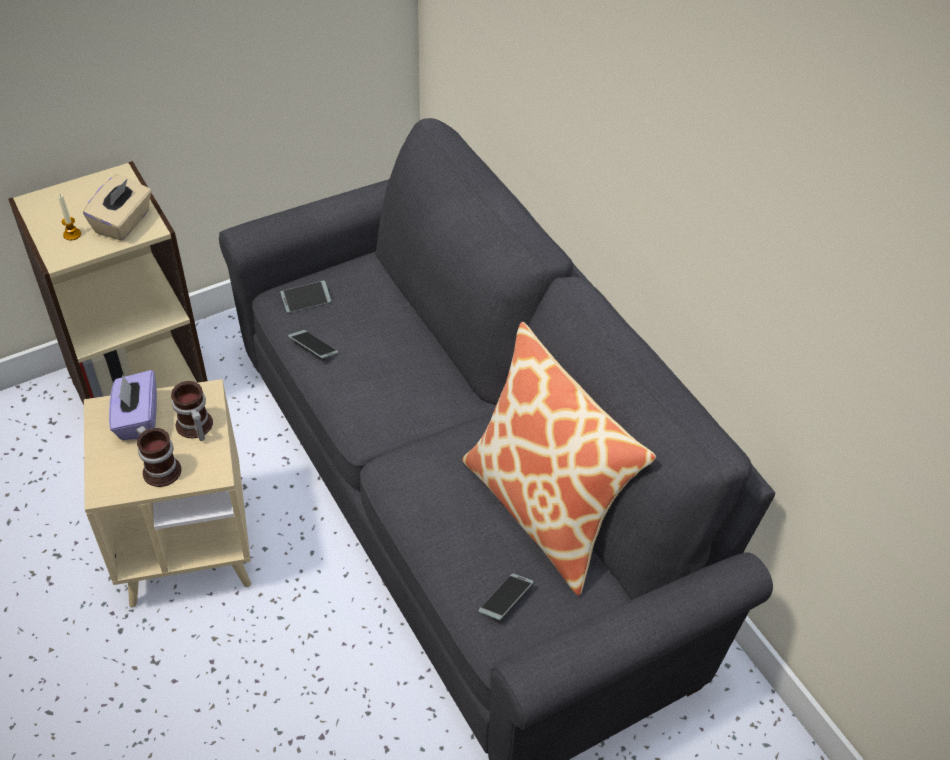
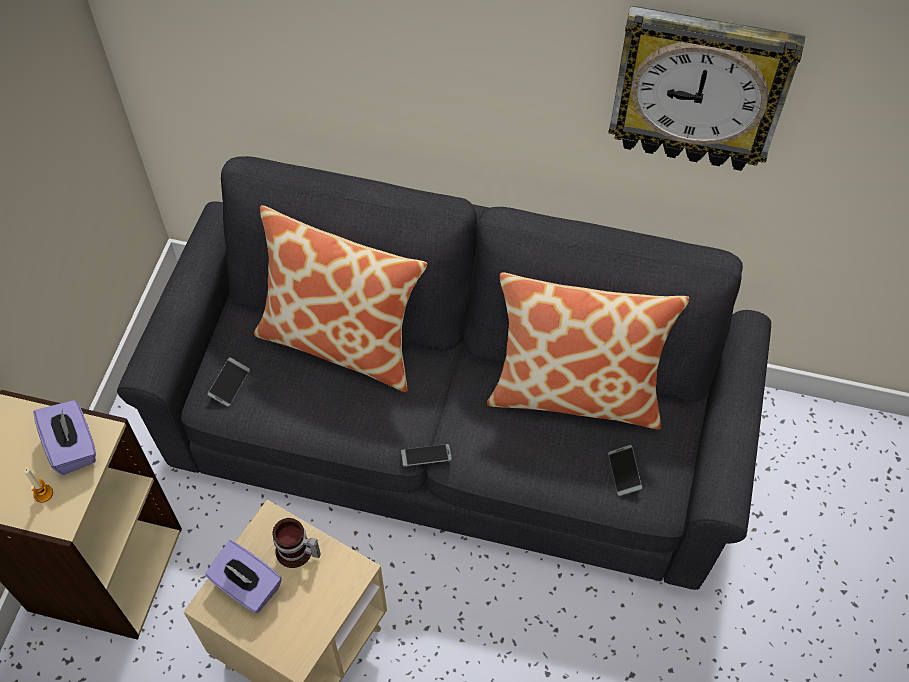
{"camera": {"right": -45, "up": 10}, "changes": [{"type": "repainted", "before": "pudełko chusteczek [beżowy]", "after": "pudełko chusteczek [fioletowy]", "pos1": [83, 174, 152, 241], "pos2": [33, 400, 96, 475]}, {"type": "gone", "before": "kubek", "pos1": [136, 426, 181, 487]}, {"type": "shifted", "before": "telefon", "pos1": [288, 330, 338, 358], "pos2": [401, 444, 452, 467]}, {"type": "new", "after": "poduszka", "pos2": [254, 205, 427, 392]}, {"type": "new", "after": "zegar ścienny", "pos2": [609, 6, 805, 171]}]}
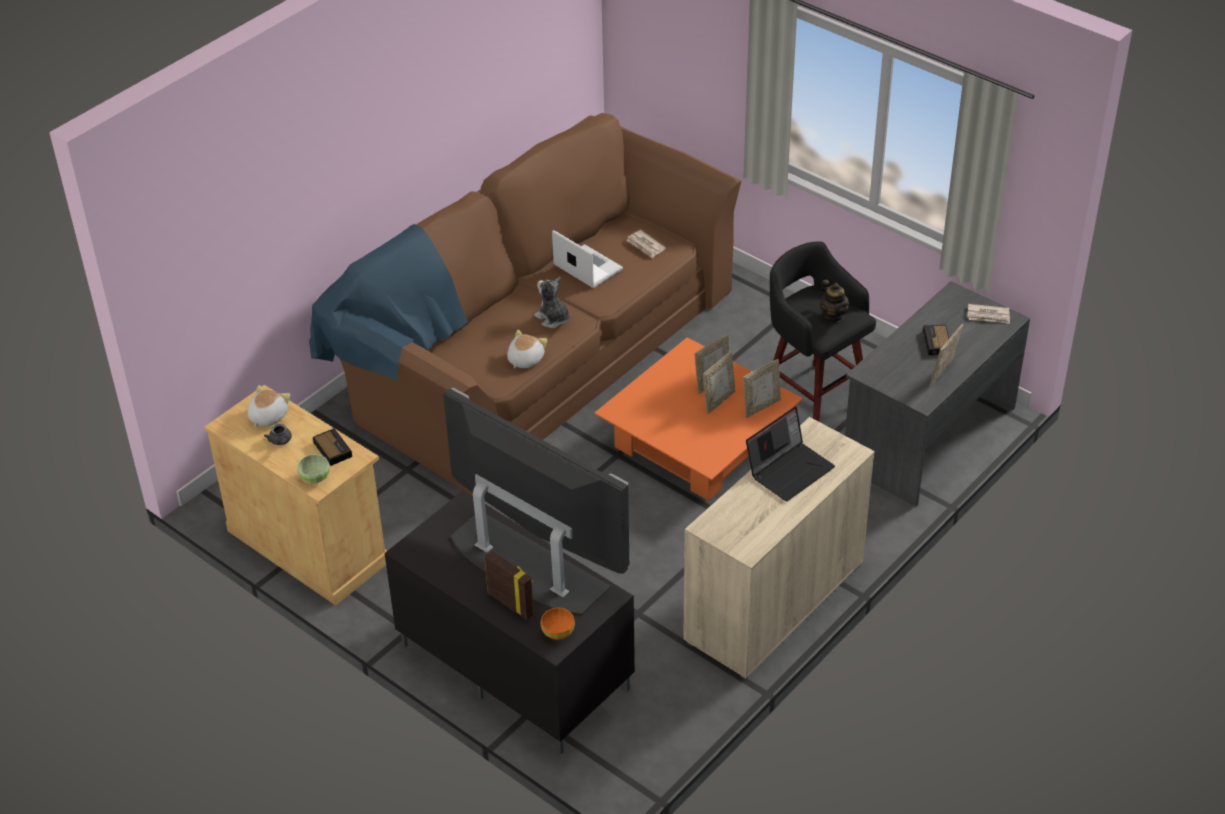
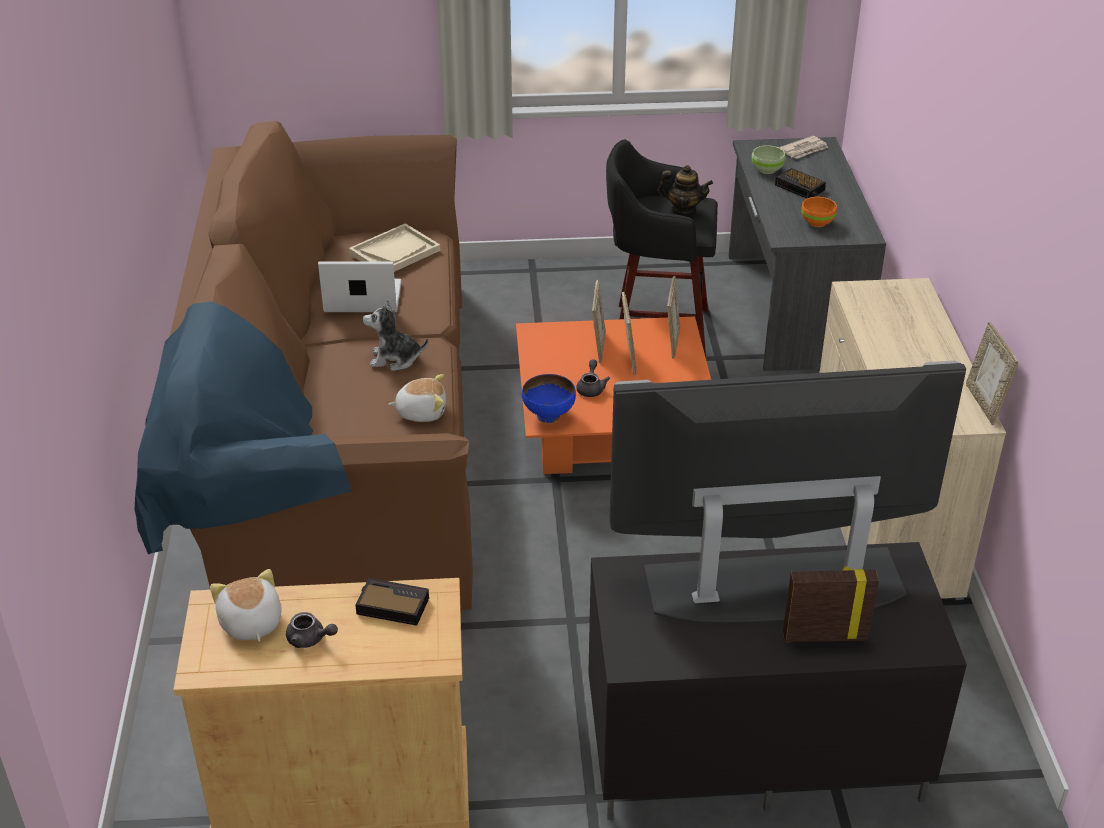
{"camera": {"right": -45, "up": -5}, "changes": [{"type": "shifted", "before": "miska [zielony]", "pos1": [297, 454, 330, 484], "pos2": [751, 145, 785, 174]}, {"type": "rotated", "before": "pluszak", "pos1": [507, 330, 548, 368], "pos2": [388, 374, 446, 422], "turn": 105}, {"type": "shifted", "before": "miska [pomarańczowy]", "pos1": [540, 607, 575, 640], "pos2": [801, 197, 837, 227]}, {"type": "swapped", "before": "gazeta", "after": "taca [beżowy]", "pos1": [626, 230, 666, 259], "pos2": [349, 223, 440, 272]}, {"type": "gone", "before": "laptop", "pos1": [746, 407, 835, 501]}, {"type": "shifted", "before": "ramka na zdjęcie", "pos1": [929, 324, 964, 387], "pos2": [966, 322, 1019, 425]}, {"type": "new", "after": "miska [niebieski]", "pos2": [522, 374, 576, 423]}, {"type": "new", "after": "imbryk [szary]", "pos2": [576, 359, 610, 397]}]}
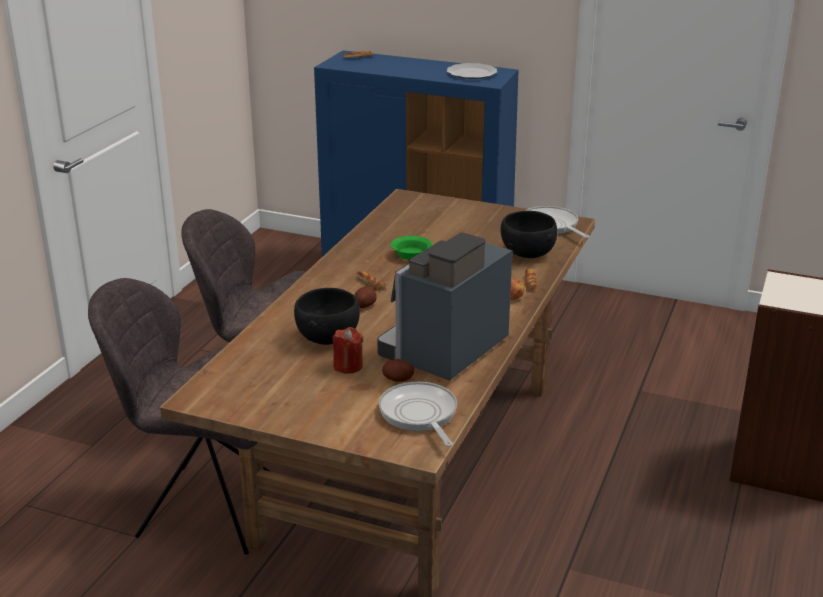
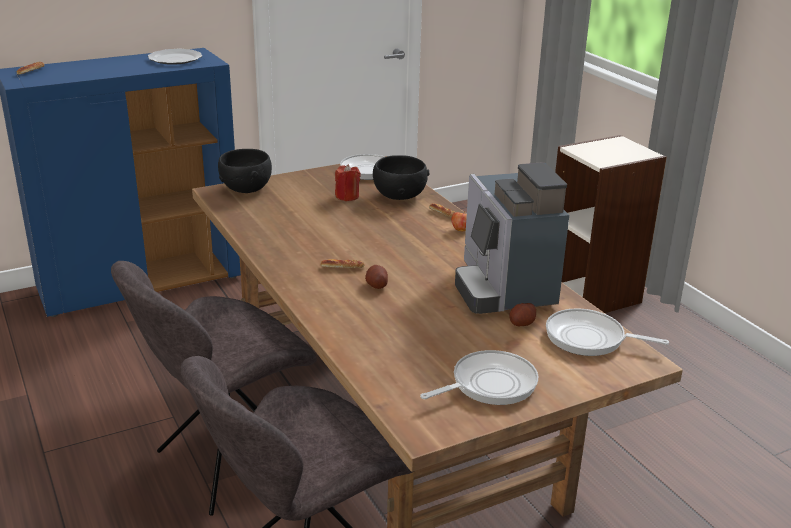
{"camera": {"right": -50, "up": 0}, "changes": [{"type": "shifted", "before": "miska [czarny]", "pos1": [294, 288, 360, 345], "pos2": [218, 149, 272, 193]}, {"type": "shifted", "before": "świeca [czerwony]", "pos1": [332, 327, 363, 373], "pos2": [335, 164, 361, 201]}, {"type": "gone", "before": "miska [zielony]", "pos1": [391, 236, 432, 260]}, {"type": "new", "after": "patelnia", "pos2": [420, 350, 538, 405]}]}
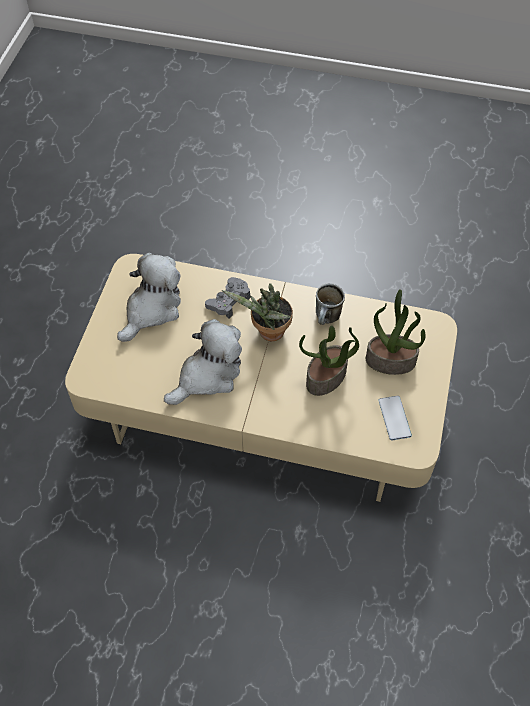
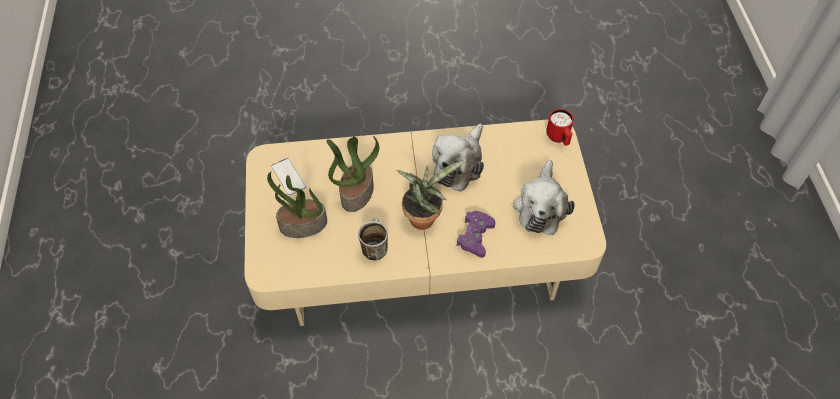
{"camera": {"right": 160, "up": 0}, "changes": [{"type": "repainted", "before": "pad do gier [szary]", "after": "pad do gier [fioletowy]", "pos1": [205, 277, 250, 319], "pos2": [457, 211, 496, 258]}, {"type": "new", "after": "kubek [czerwony]", "pos2": [546, 109, 574, 146]}]}
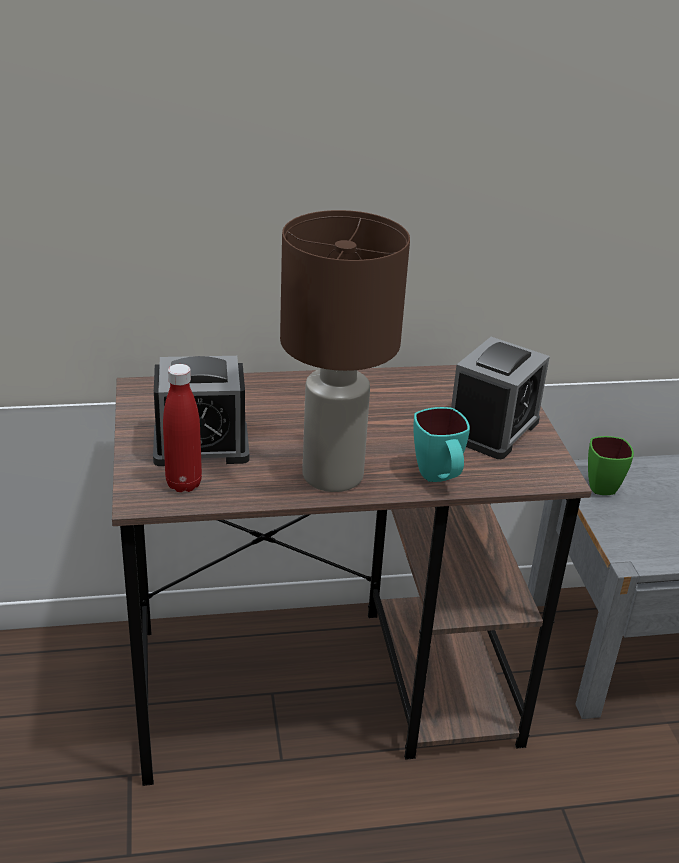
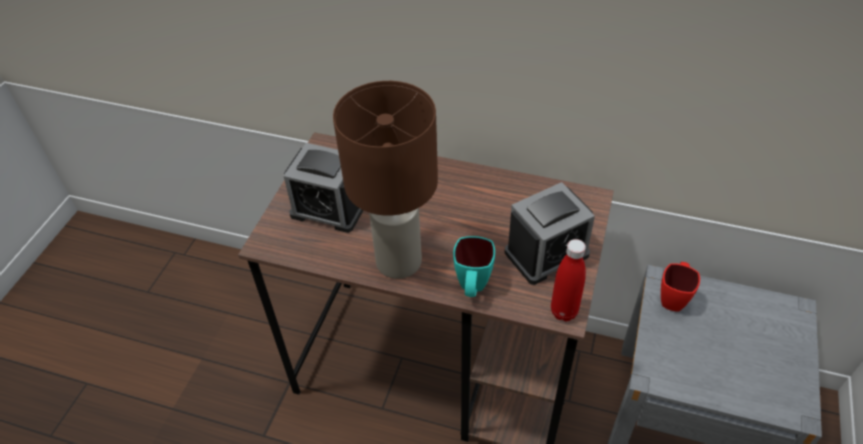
{"camera": {"right": 30, "up": 15}, "changes": [{"type": "shifted", "before": "butelka [czerwony]", "pos1": [163, 364, 202, 492], "pos2": [551, 239, 586, 321]}, {"type": "repainted", "before": "kubek [zielony]", "after": "kubek [czerwony]", "pos1": [588, 436, 634, 495], "pos2": [661, 262, 700, 311]}]}
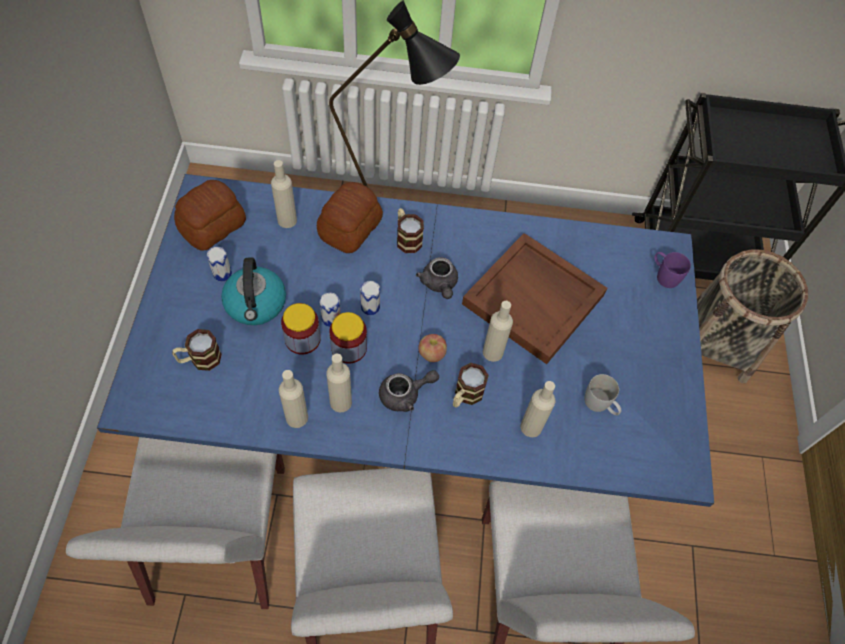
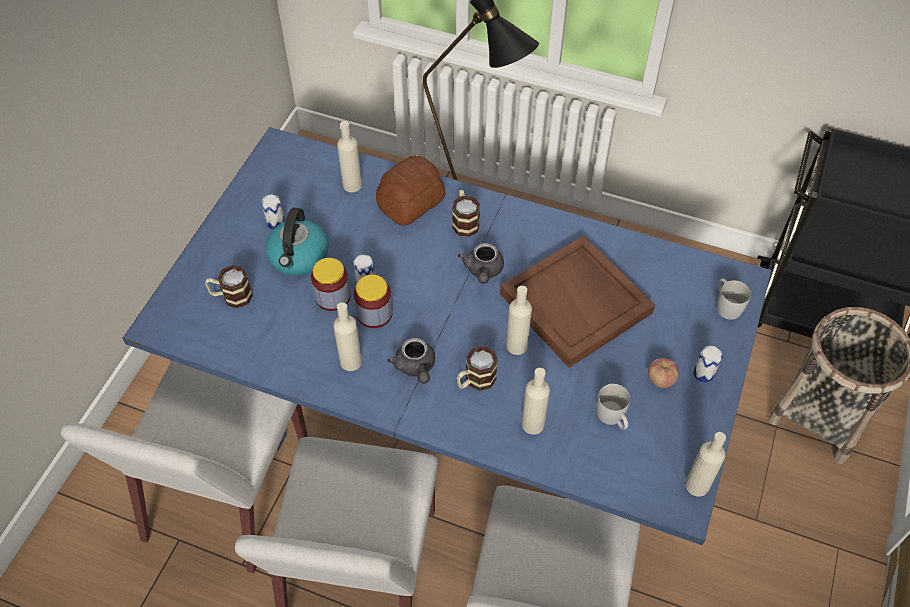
{"camera": {"right": 20, "up": -5}, "changes": [{"type": "gone", "before": "chleb", "pos1": [174, 180, 246, 251]}, {"type": "shifted", "before": "butelka [beżowy]", "pos1": [279, 370, 308, 428], "pos2": [685, 432, 726, 497]}, {"type": "shifted", "before": "puszka", "pos1": [360, 281, 380, 315], "pos2": [693, 345, 722, 383]}, {"type": "rotated", "before": "imbryk [szary]", "pos1": [379, 370, 439, 412], "pos2": [388, 338, 435, 384], "turn": 75}, {"type": "shifted", "before": "jabłko", "pos1": [418, 334, 447, 362], "pos2": [648, 358, 679, 388]}, {"type": "repainted", "before": "kubek [fioletowy]", "after": "kubek [biały]", "pos1": [654, 252, 691, 288], "pos2": [717, 279, 751, 320]}]}
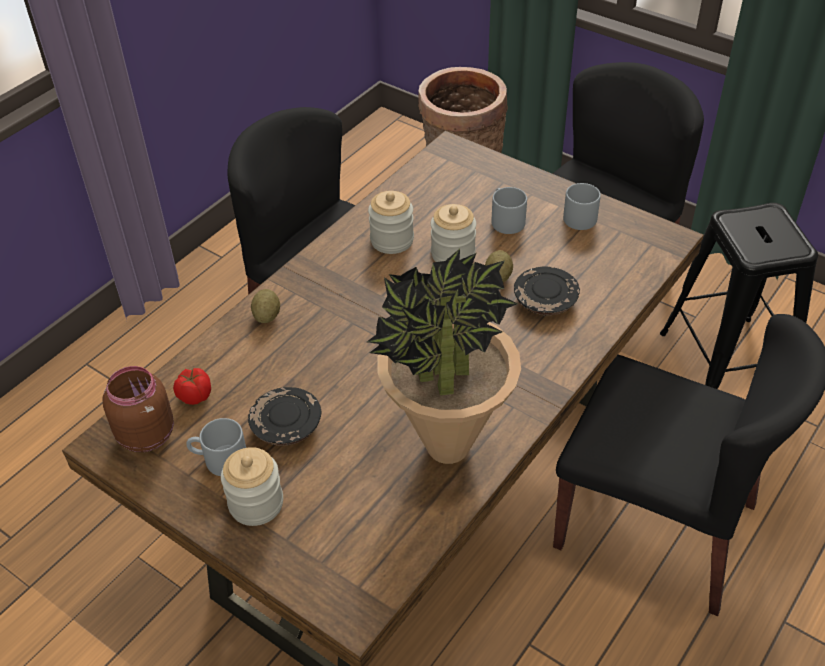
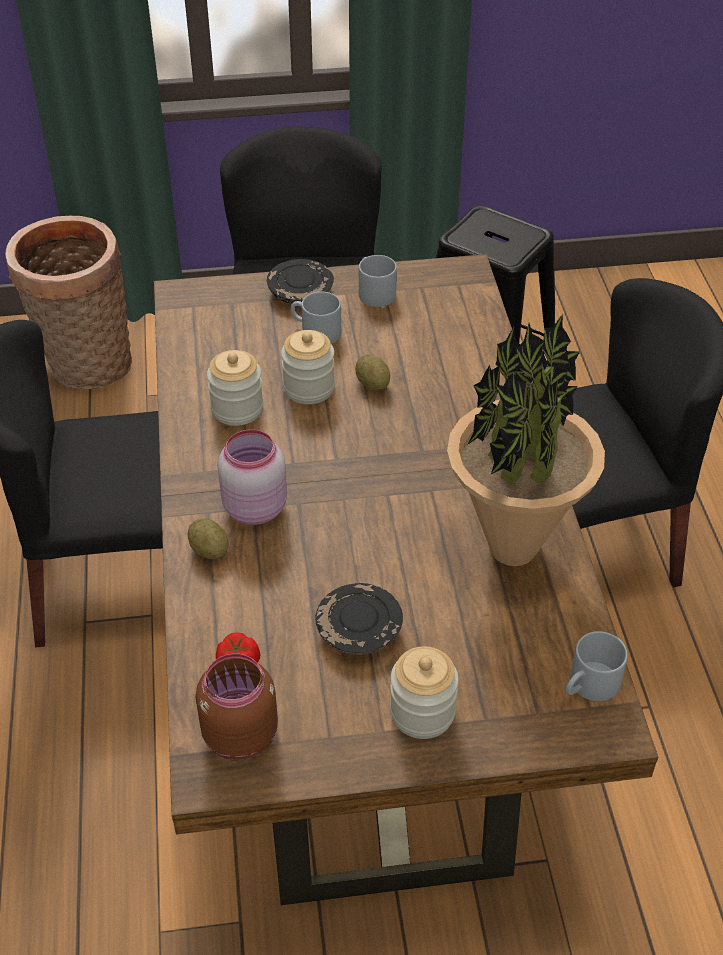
{"camera": {"right": -45, "up": 0}, "changes": [{"type": "shifted", "before": "kubek [szary]", "pos1": [186, 418, 246, 476], "pos2": [565, 631, 628, 701]}, {"type": "shifted", "before": "talerz [czarny]", "pos1": [514, 266, 580, 315], "pos2": [267, 259, 334, 304]}, {"type": "new", "after": "słoik [różowy]", "pos2": [218, 429, 287, 525]}]}
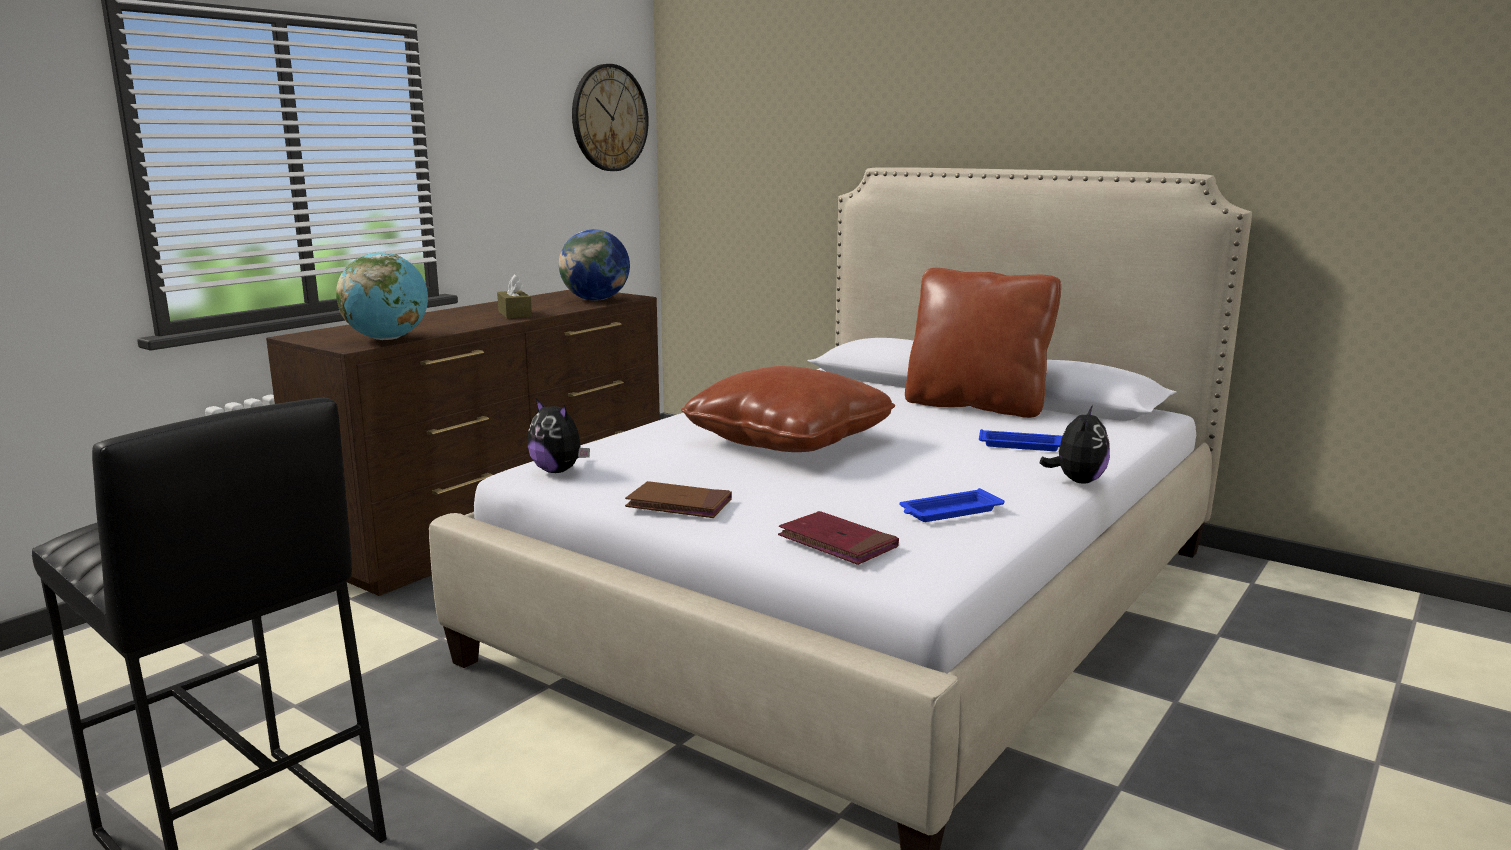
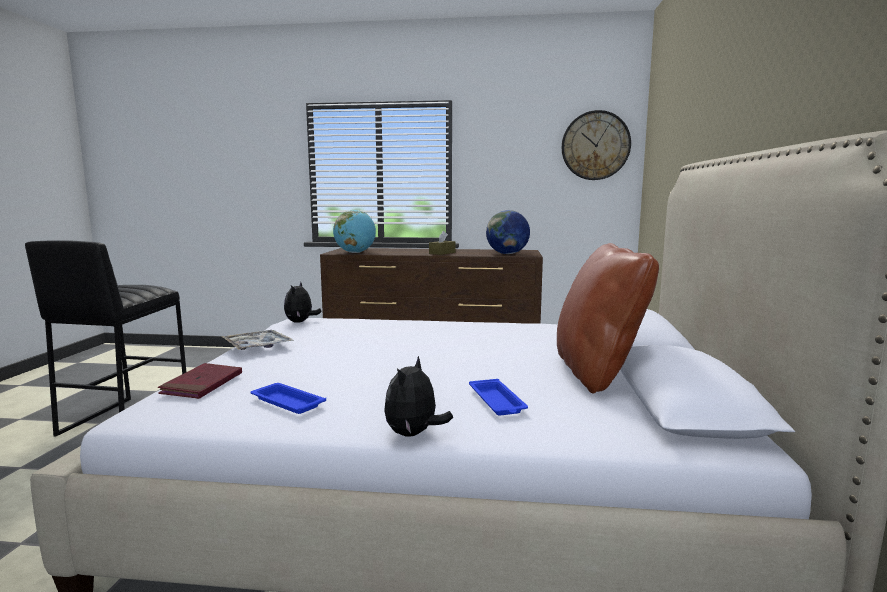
{"camera": {"right": 60, "up": -5}, "changes": [{"type": "swapped", "before": "książka [brązowy]", "after": "taca", "pos1": [625, 481, 732, 518], "pos2": [222, 330, 294, 350]}, {"type": "gone", "before": "poduszka [brązowy]", "pos1": [681, 366, 895, 452]}, {"type": "rotated", "before": "pluszak", "pos1": [1040, 405, 1110, 484], "pos2": [384, 356, 453, 437], "turn": 120}]}
